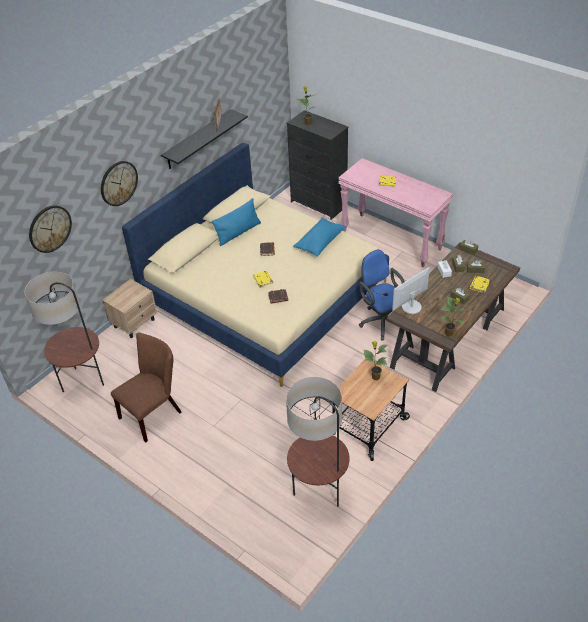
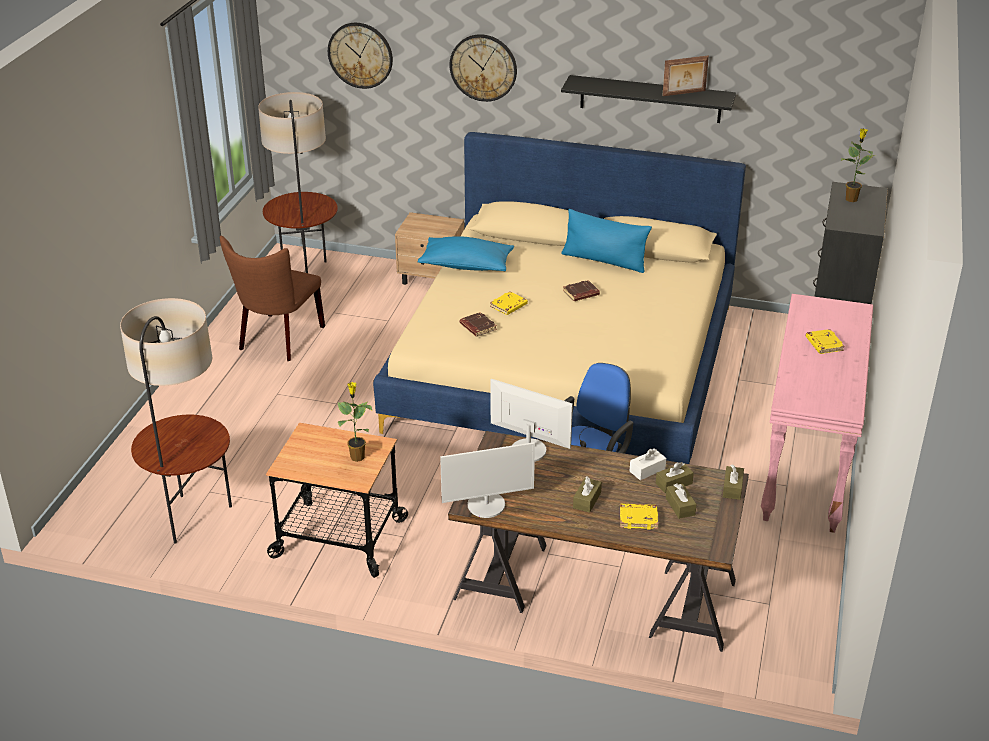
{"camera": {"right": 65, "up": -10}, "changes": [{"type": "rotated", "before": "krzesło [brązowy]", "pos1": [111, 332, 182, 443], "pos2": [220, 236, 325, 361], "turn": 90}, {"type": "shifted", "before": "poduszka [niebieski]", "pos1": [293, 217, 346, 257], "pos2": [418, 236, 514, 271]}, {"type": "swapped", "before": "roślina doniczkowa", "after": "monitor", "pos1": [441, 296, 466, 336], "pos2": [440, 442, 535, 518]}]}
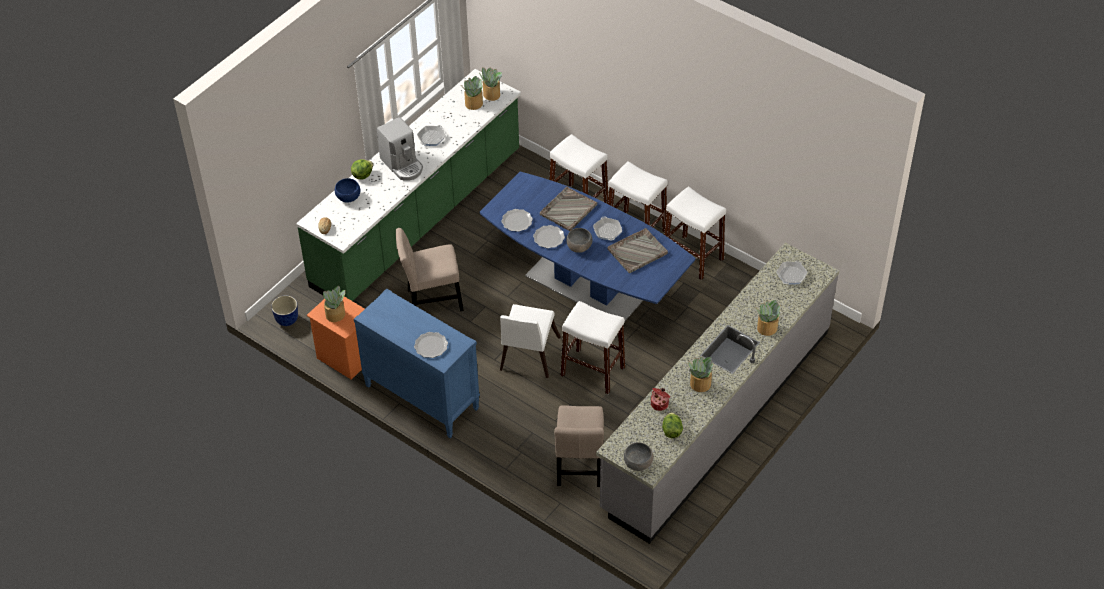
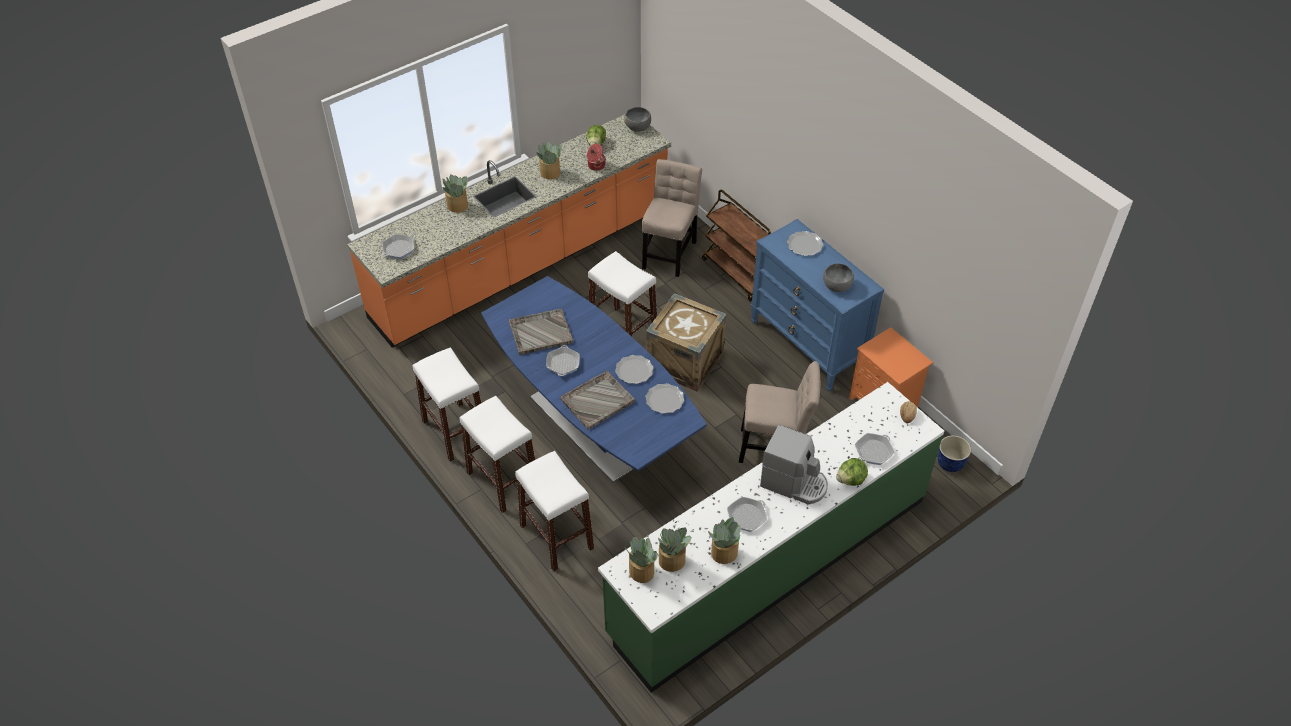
{"camera": {"right": -165, "up": 0}, "changes": [{"type": "shifted", "before": "roślina doniczkowa", "pos1": [323, 286, 345, 322], "pos2": [708, 517, 741, 564]}, {"type": "swapped", "before": "miska [niebieski]", "after": "patelnia", "pos1": [335, 178, 360, 203], "pos2": [855, 433, 894, 465]}, {"type": "rotated", "before": "ekspres do kawy", "pos1": [377, 117, 423, 181], "pos2": [760, 425, 828, 505], "turn": 135}, {"type": "swapped", "before": "krzesło [biały]", "after": "skrzynka", "pos1": [500, 304, 561, 378], "pos2": [646, 293, 727, 392]}, {"type": "shifted", "before": "miska [szary]", "pos1": [567, 228, 592, 253], "pos2": [823, 263, 854, 292]}, {"type": "repainted", "before": "zabudowa kuchenna [szary]", "after": "zabudowa kuchenna [pomarańczowy]", "pos1": [596, 243, 839, 544], "pos2": [347, 114, 671, 347]}, {"type": "new", "after": "wózek [brązowy]", "pos2": [702, 189, 771, 302]}]}
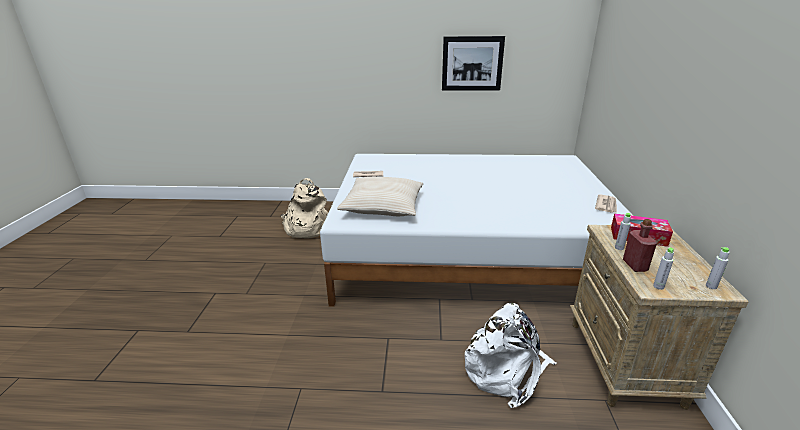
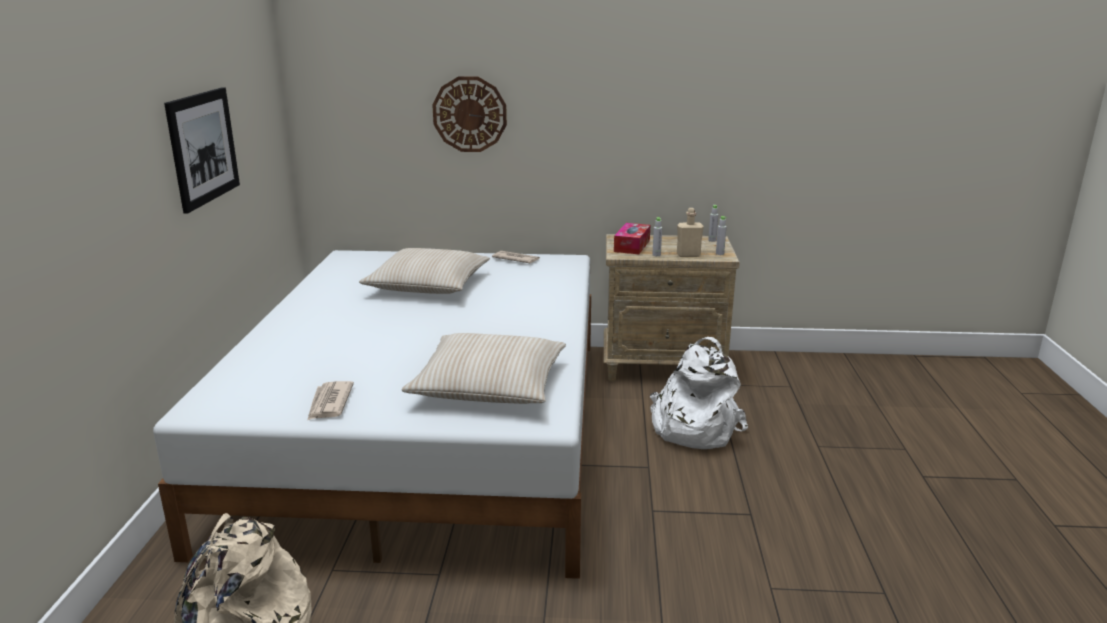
{"camera": {"right": -90, "up": -5}, "changes": [{"type": "repainted", "before": "butelka [czerwony]", "after": "butelka [beżowy]", "pos1": [623, 219, 657, 272], "pos2": [677, 208, 704, 257]}, {"type": "new", "after": "poduszka [beżowy]", "pos2": [359, 248, 490, 294]}, {"type": "new", "after": "zegar ścienny", "pos2": [432, 76, 507, 152]}]}
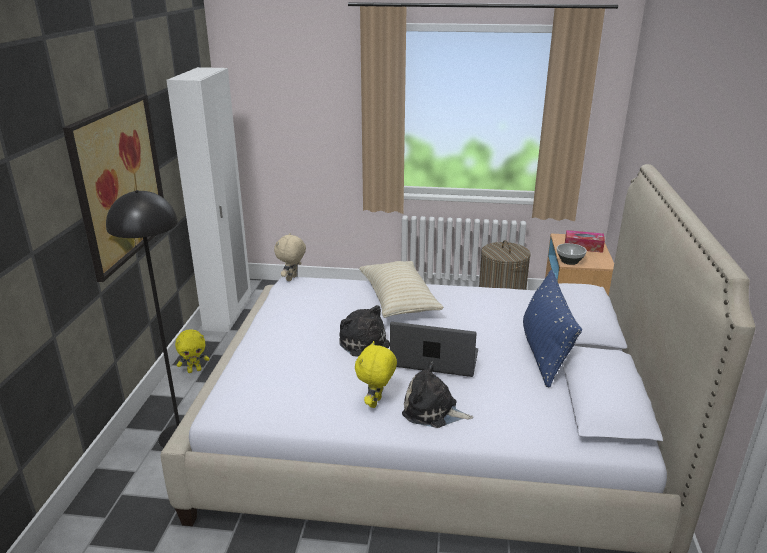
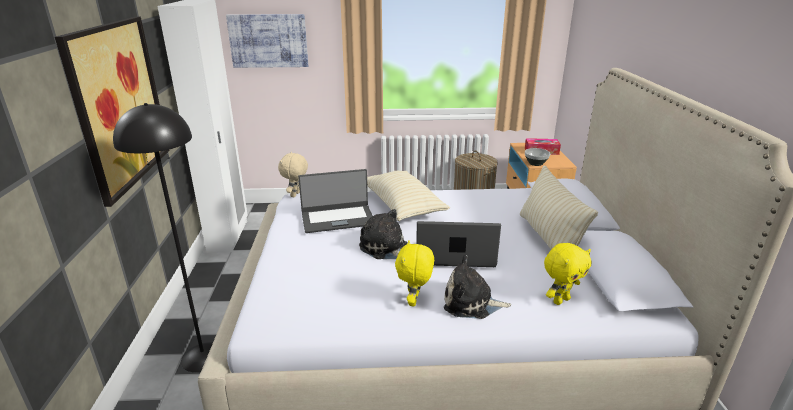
{"camera": {"right": -10, "up": 0}, "changes": [{"type": "shifted", "before": "pluszak [żółty]", "pos1": [175, 330, 210, 373], "pos2": [544, 243, 592, 305]}, {"type": "repainted", "before": "poduszka [niebieski]", "after": "poduszka [beżowy]", "pos1": [523, 270, 582, 387], "pos2": [520, 165, 598, 249]}, {"type": "new", "after": "obraz", "pos2": [226, 14, 308, 68]}, {"type": "new", "after": "laptop", "pos2": [298, 169, 373, 233]}]}
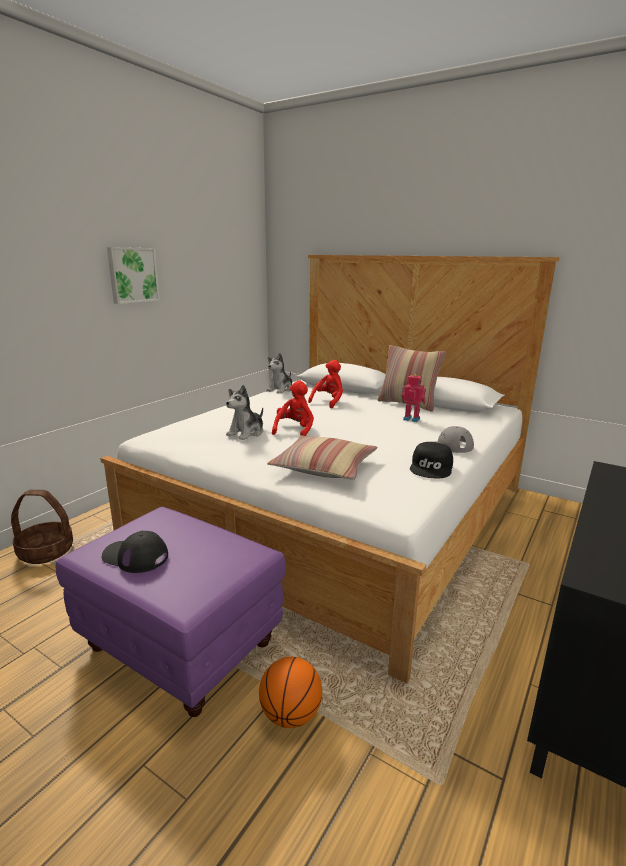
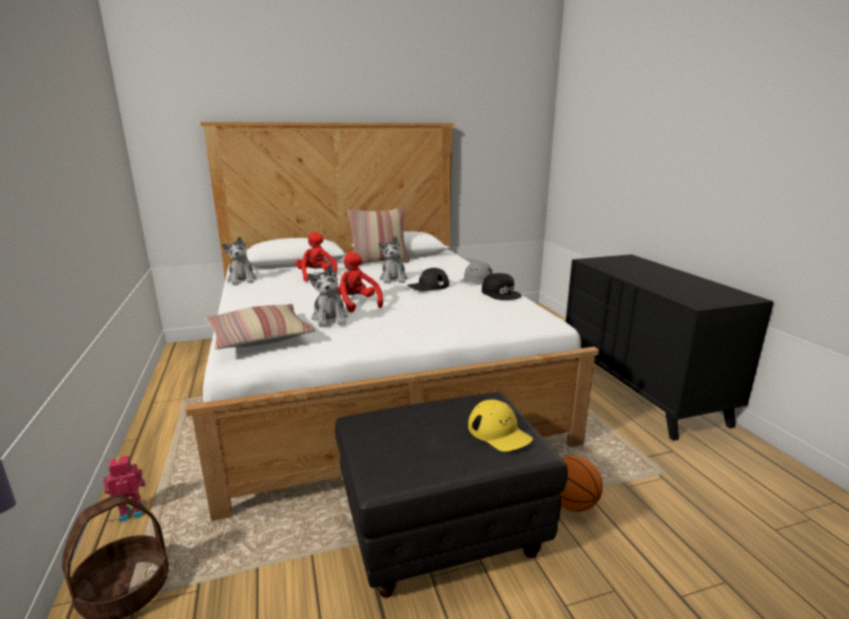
{"camera": {"right": -50, "up": 0}, "changes": [{"type": "repainted", "before": "pufa [fioletowy]", "after": "pufa [czarny]", "pos1": [56, 507, 286, 717], "pos2": [335, 392, 568, 598]}, {"type": "shifted", "before": "czapka z daszkiem [czarny]", "pos1": [102, 531, 168, 573], "pos2": [407, 268, 449, 292]}, {"type": "gone", "before": "obraz", "pos1": [107, 247, 160, 304]}, {"type": "shifted", "before": "poduszka", "pos1": [267, 435, 377, 480], "pos2": [205, 304, 315, 350]}, {"type": "shifted", "before": "robot zabawkowy", "pos1": [401, 374, 426, 422], "pos2": [103, 455, 145, 523]}, {"type": "new", "after": "pluszak", "pos2": [378, 236, 408, 283]}, {"type": "new", "after": "czapka z daszkiem [żółty]", "pos2": [468, 400, 533, 452]}]}
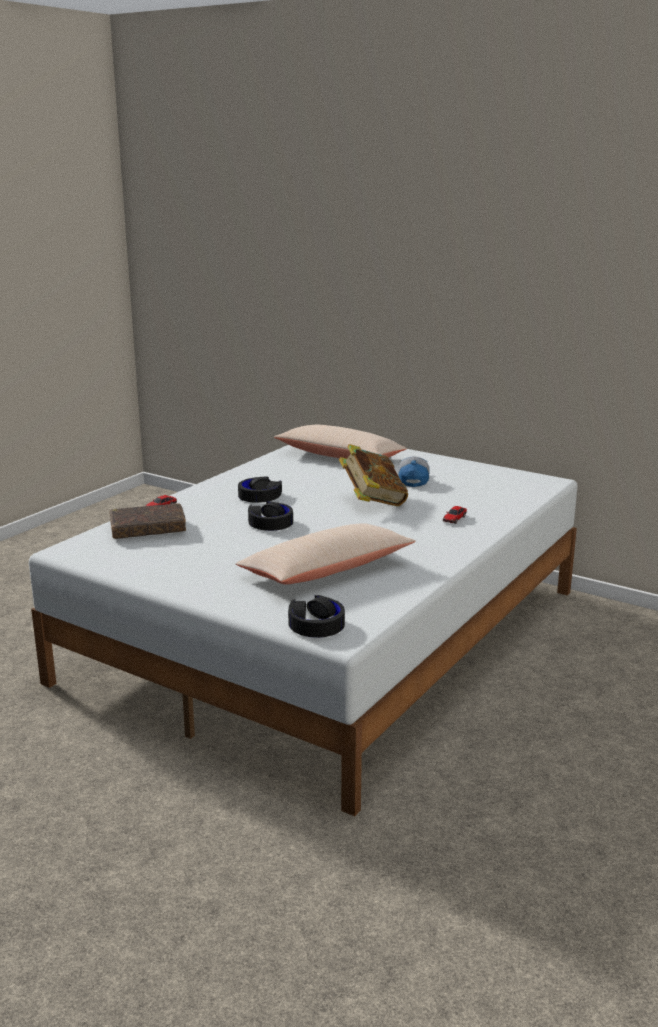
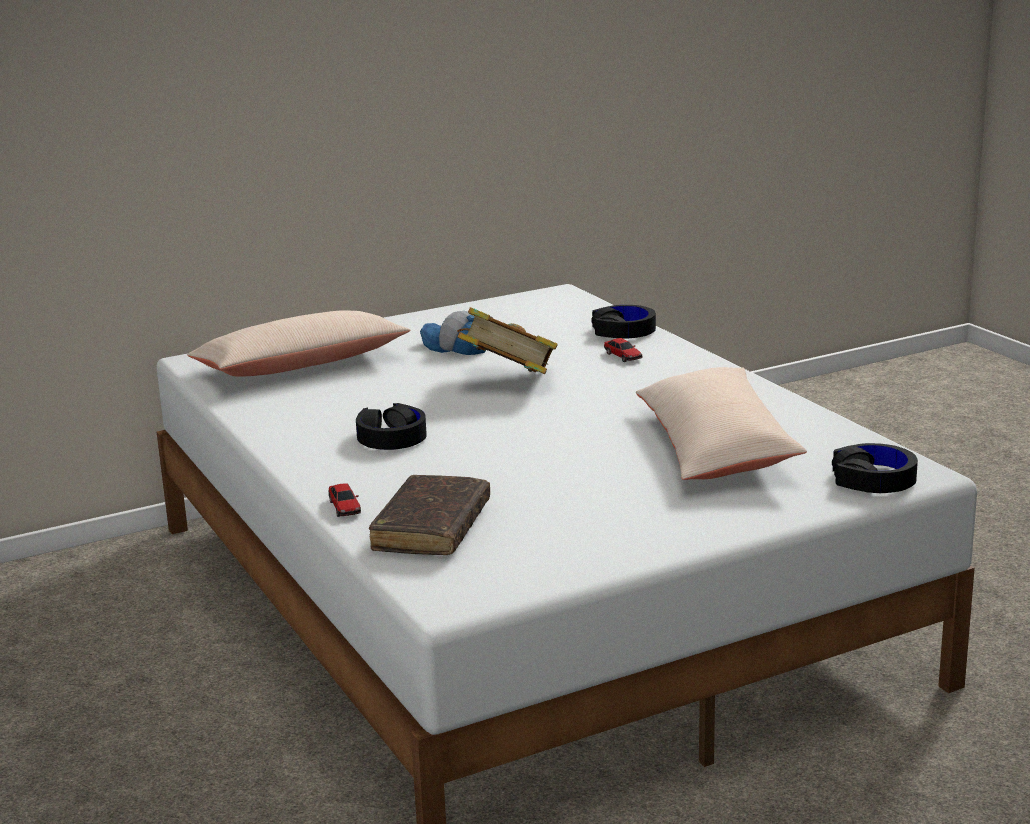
{"camera": {"right": -60, "up": 0}, "changes": [{"type": "shifted", "before": "słuchawki [czarny]", "pos1": [248, 501, 293, 531], "pos2": [591, 305, 656, 339]}]}
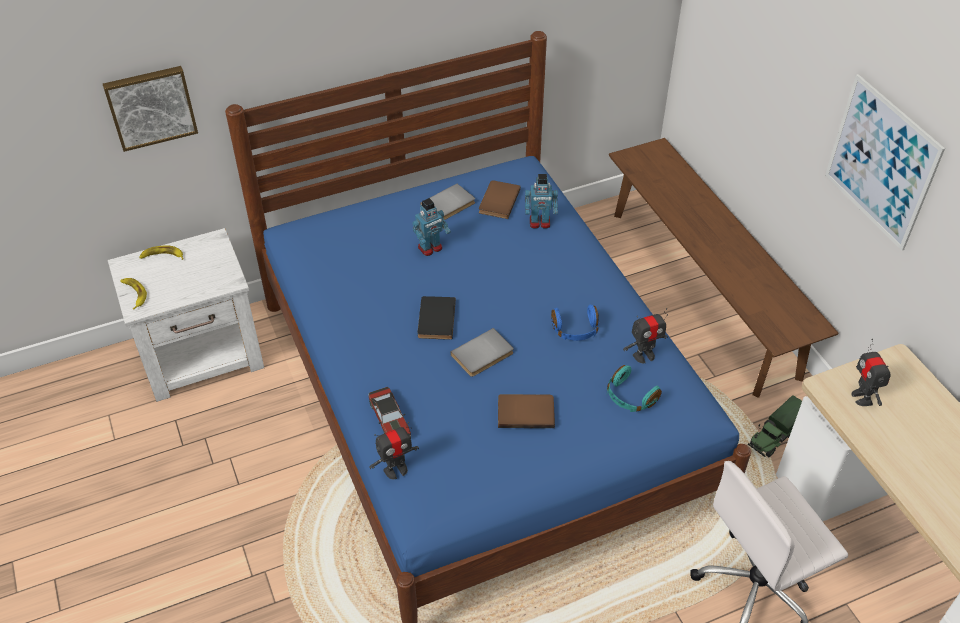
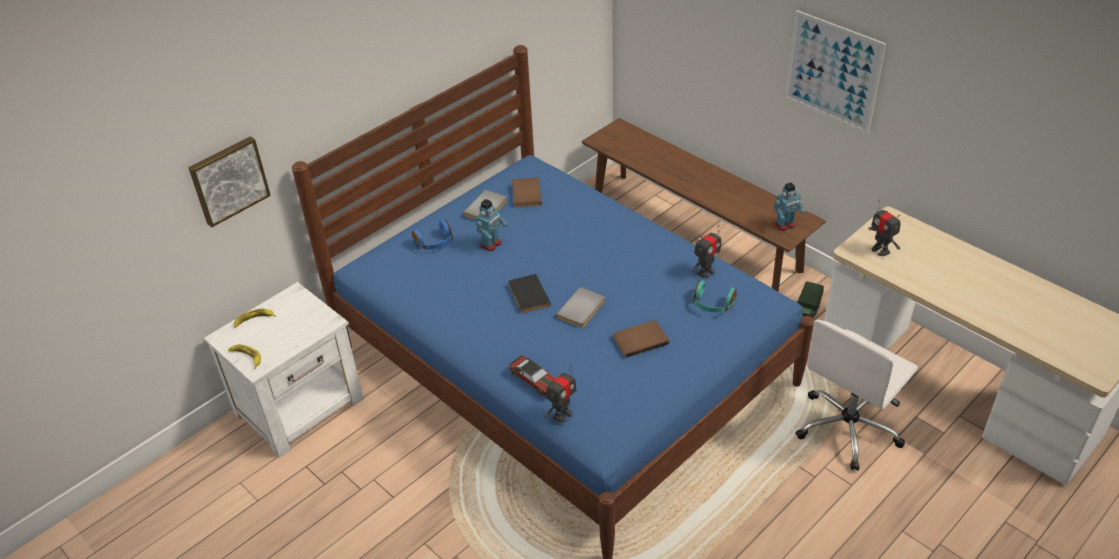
{"camera": {"right": -20, "up": -5}, "changes": [{"type": "shifted", "before": "robot zabawkowy", "pos1": [525, 174, 558, 229], "pos2": [774, 182, 805, 231]}, {"type": "shifted", "before": "słuchawki [niebieski]", "pos1": [551, 304, 599, 341], "pos2": [412, 219, 453, 250]}]}
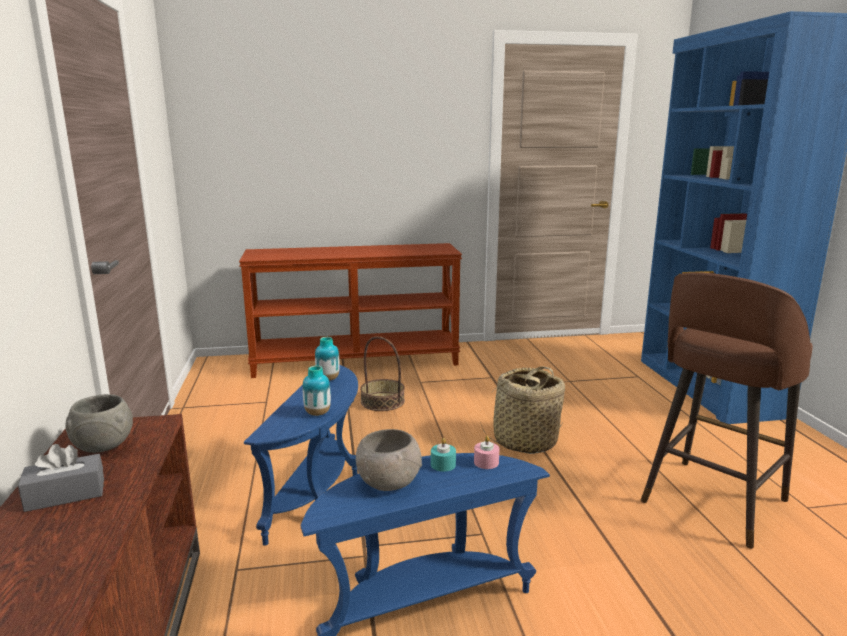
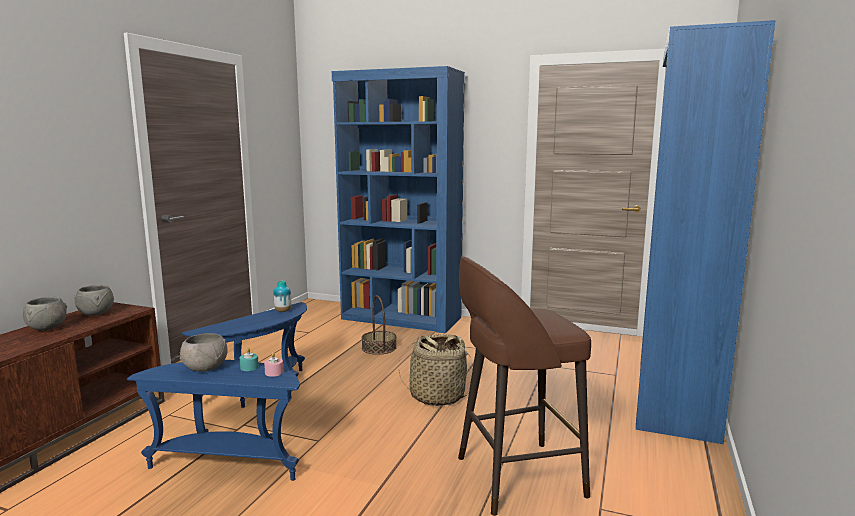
{"camera": {"right": 30, "up": -5}, "changes": [{"type": "swapped", "before": "pudełko chusteczek [szary]", "after": "miska [szary]", "pos1": [18, 444, 104, 512], "pos2": [23, 297, 67, 330]}, {"type": "swapped", "before": "stolik konsolowy [brązowy]", "after": "regał [niebieski]", "pos1": [239, 243, 462, 378], "pos2": [332, 66, 465, 333]}, {"type": "gone", "before": "wazon", "pos1": [303, 365, 331, 416]}]}
